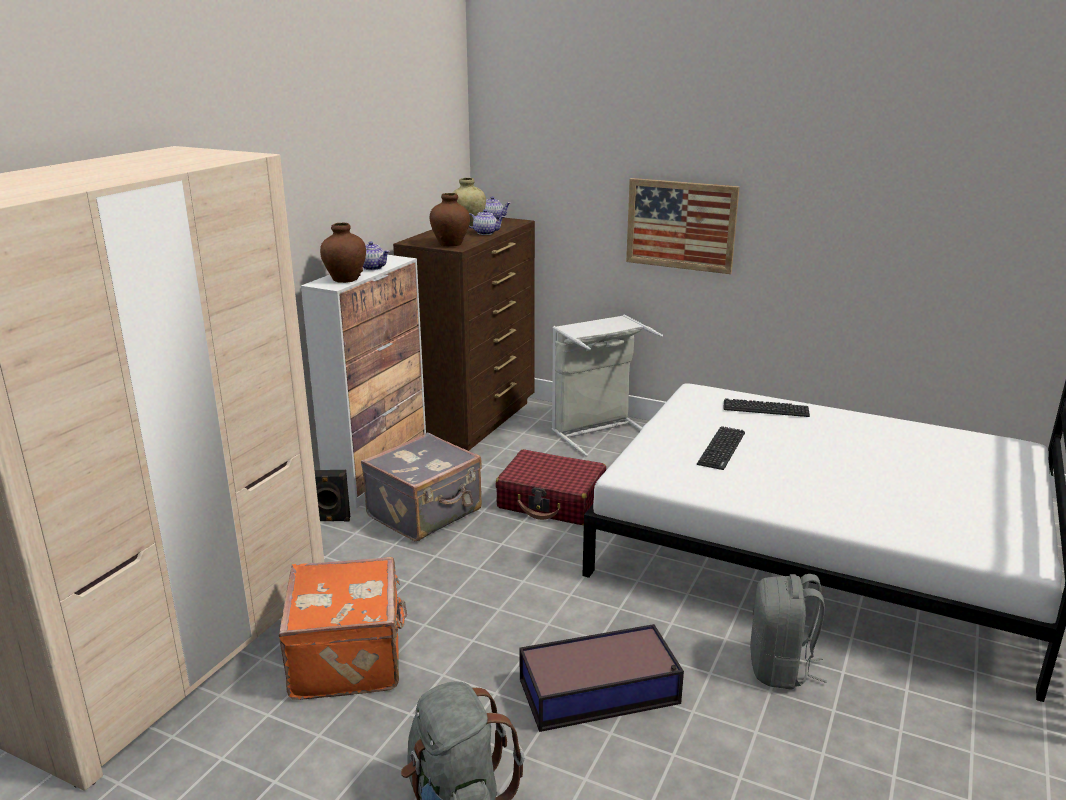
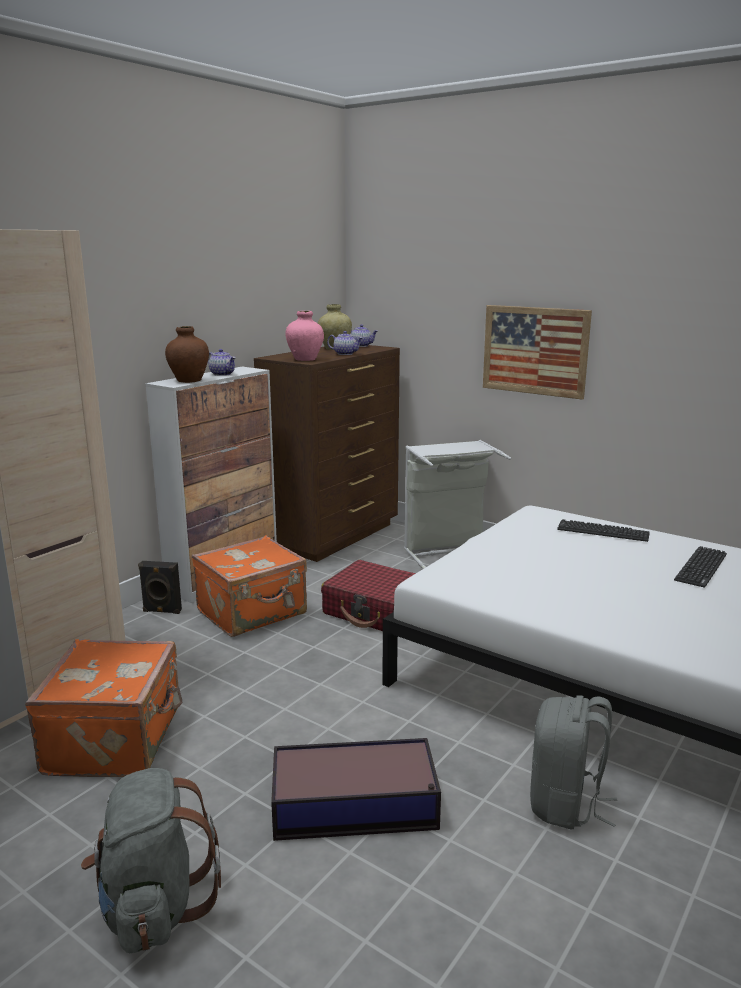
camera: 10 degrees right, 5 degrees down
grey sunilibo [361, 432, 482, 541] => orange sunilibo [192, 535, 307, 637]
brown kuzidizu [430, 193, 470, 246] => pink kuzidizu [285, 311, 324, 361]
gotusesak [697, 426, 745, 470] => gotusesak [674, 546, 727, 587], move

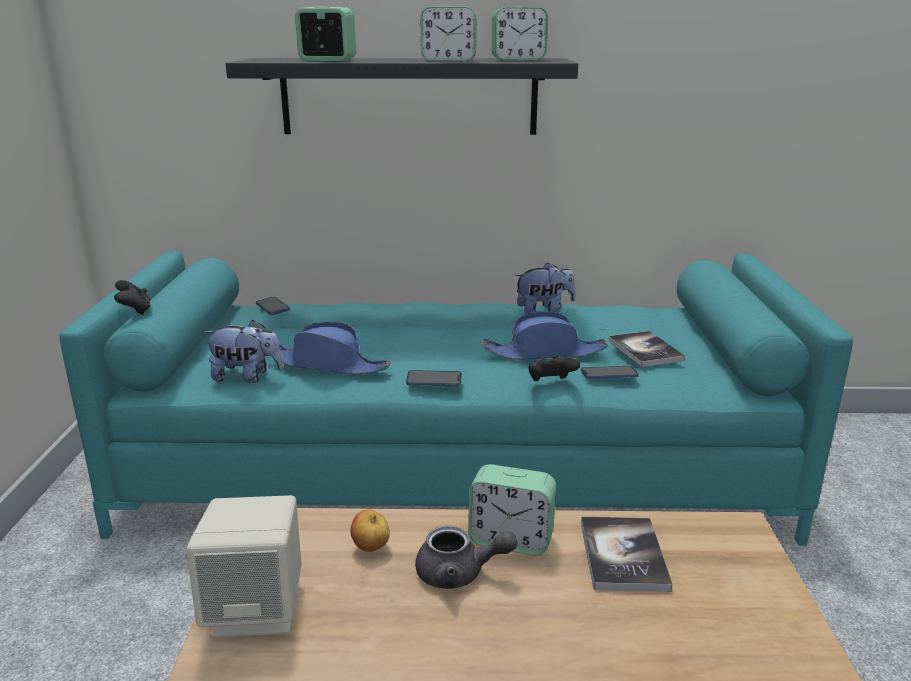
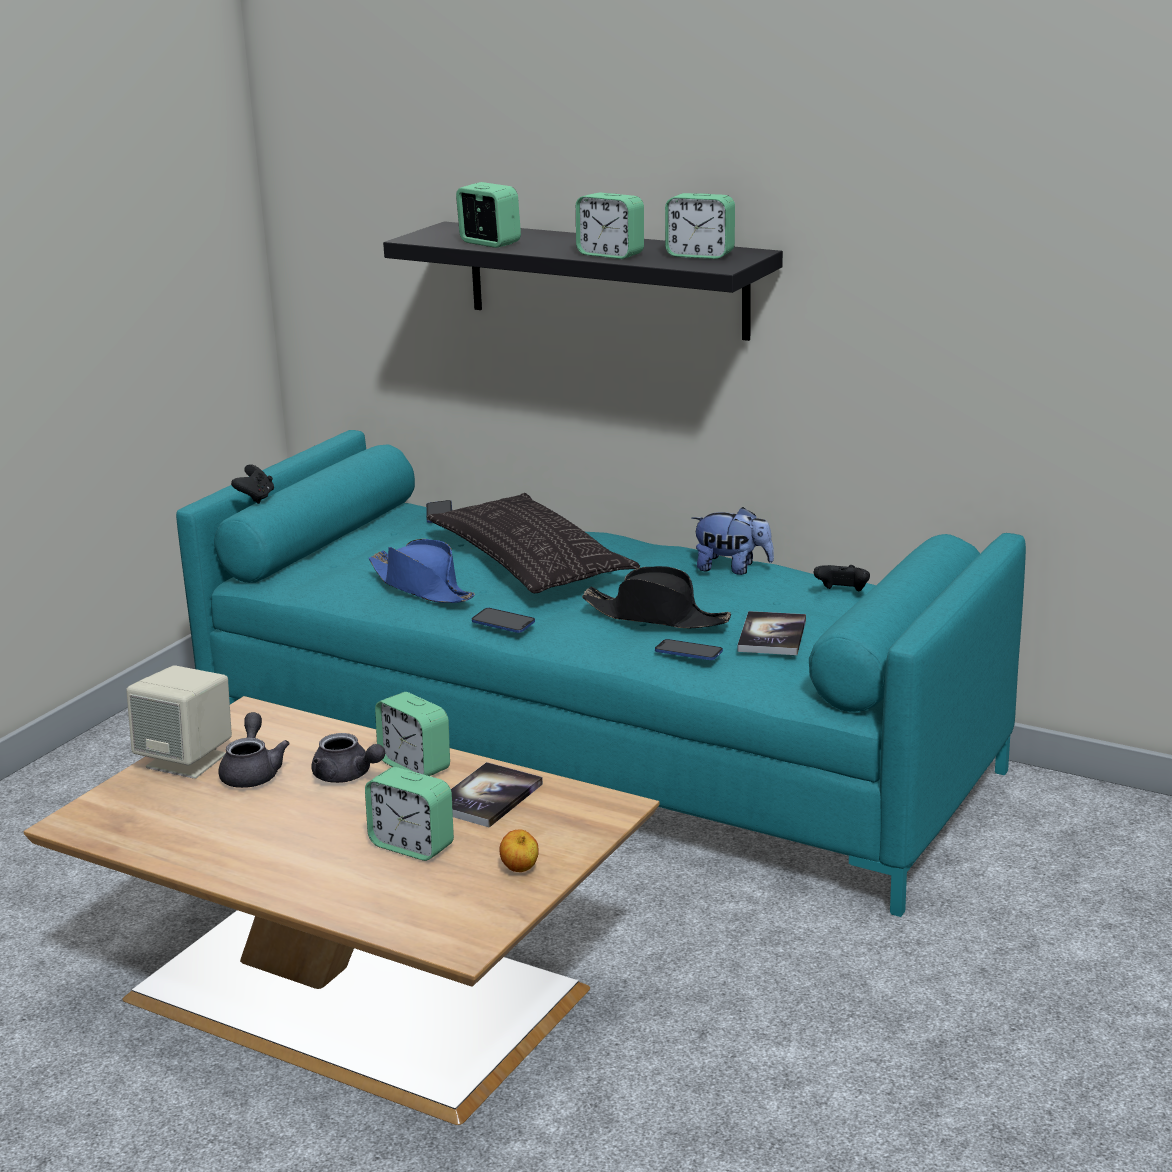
camera: 30 degrees right, 0 degrees up
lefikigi [204, 320, 284, 383] => nothing
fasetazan [350, 509, 390, 552] => fasetazan [499, 829, 539, 872], move
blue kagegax [481, 311, 608, 360] => black kagegax [582, 566, 731, 628]
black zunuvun [528, 356, 580, 381] => black zunuvun [814, 565, 870, 591], move
nothing => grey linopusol [218, 712, 290, 788]
nothing => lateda [365, 767, 454, 861]
nothing => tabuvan [427, 493, 640, 593]

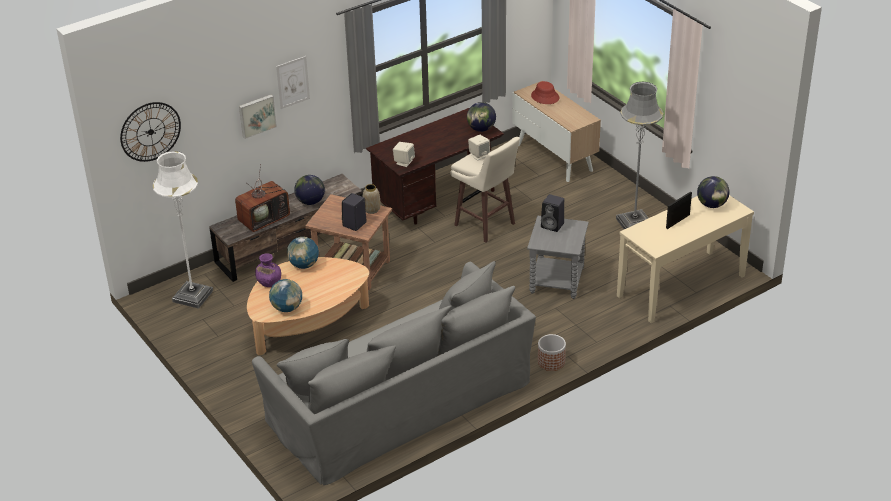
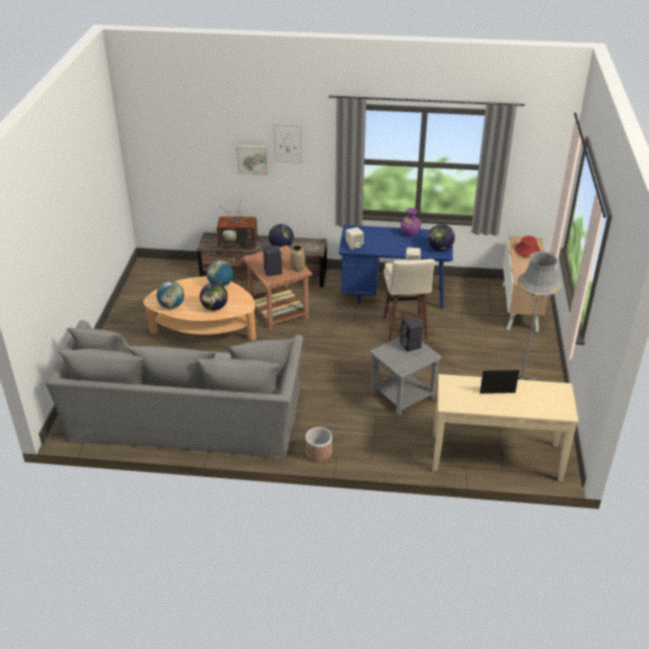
camera: 40 degrees right, 0 degrees up
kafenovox [120, 102, 181, 162] => nothing
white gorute [153, 151, 213, 309] => nothing
purple kuzidizu [255, 253, 281, 287] => purple kuzidizu [400, 208, 421, 236], move
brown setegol [366, 108, 504, 225] => blue setegol [338, 225, 453, 309]
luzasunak [697, 176, 729, 208] => luzasunak [200, 283, 228, 311], move

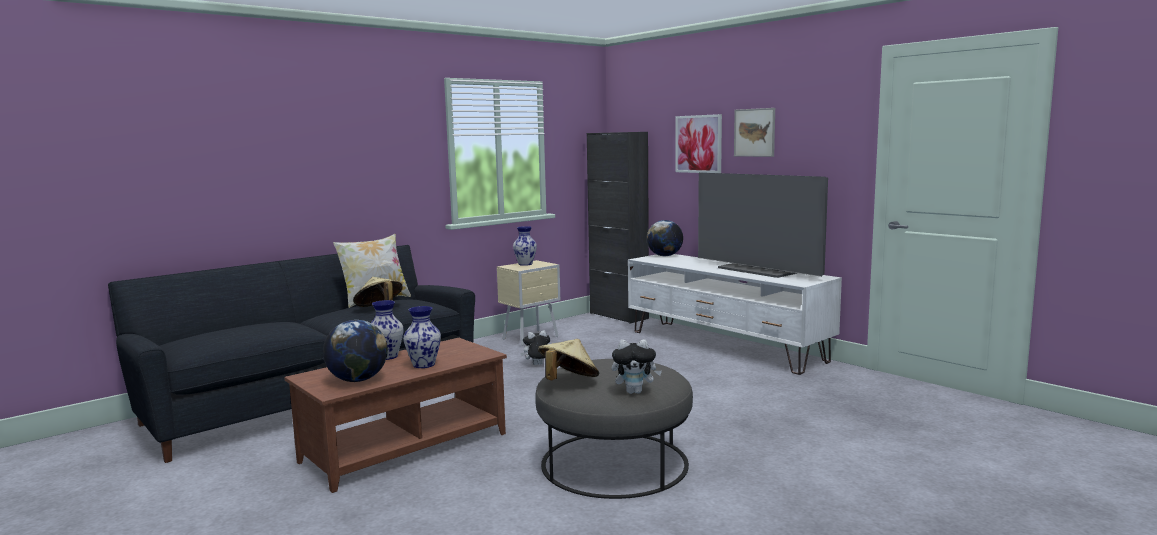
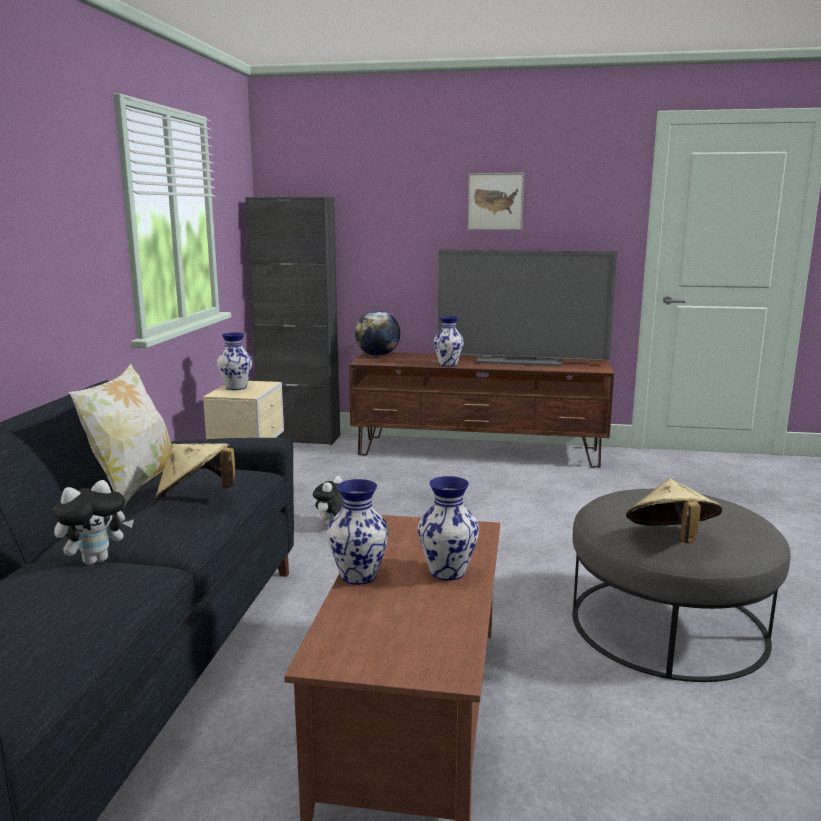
camera: 40 degrees left, 5 degrees up
luzasunak [323, 320, 388, 382] => nothing
lefikigi [612, 339, 662, 394] => lefikigi [53, 480, 134, 565], move
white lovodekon [628, 254, 842, 375] => brown lovodekon [349, 352, 614, 468]
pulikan [675, 114, 722, 173] => nothing
nothing => kuzidizu [434, 316, 464, 367]

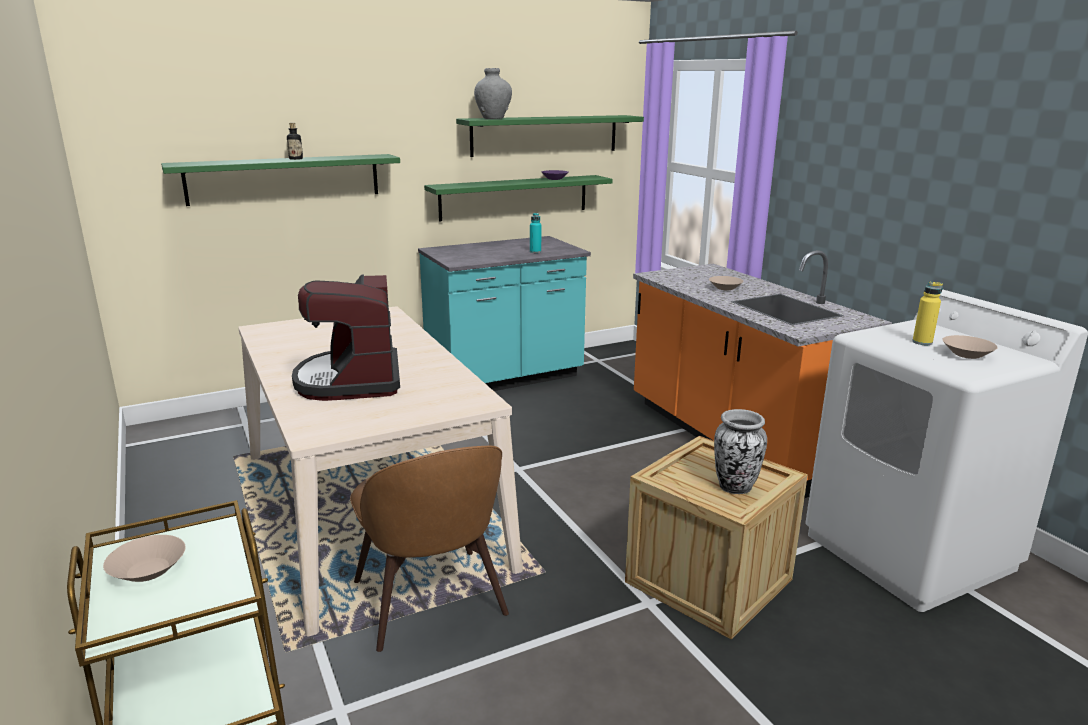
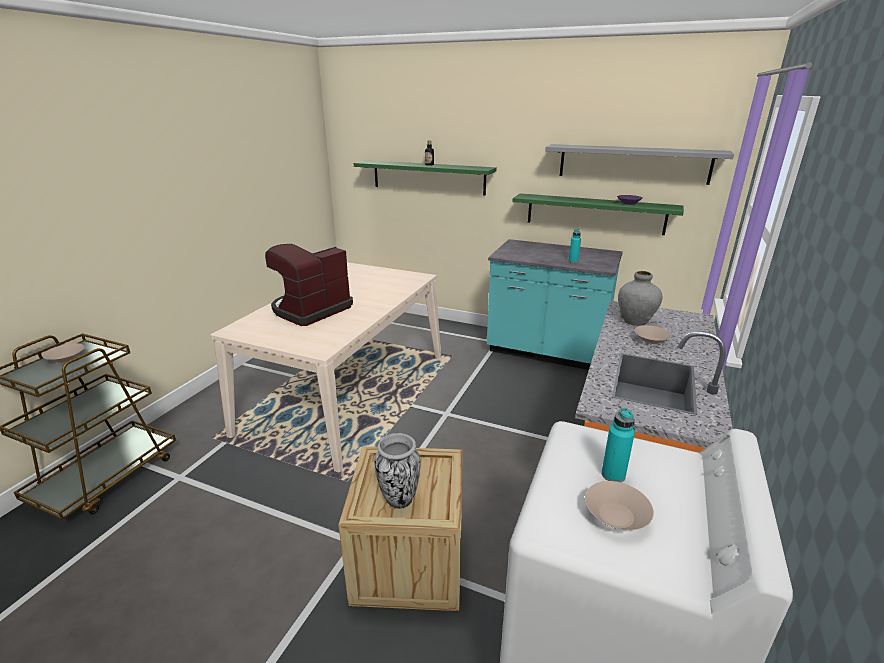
camera: 50 degrees right, 5 degrees up
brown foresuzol [350, 446, 509, 652] => nothing
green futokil [456, 115, 644, 157] => grey futokil [545, 144, 734, 185]
grey kuzidizu [474, 68, 512, 119] => grey kuzidizu [618, 271, 662, 326], move
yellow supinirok [912, 281, 943, 345] => turquoise supinirok [601, 408, 635, 482]

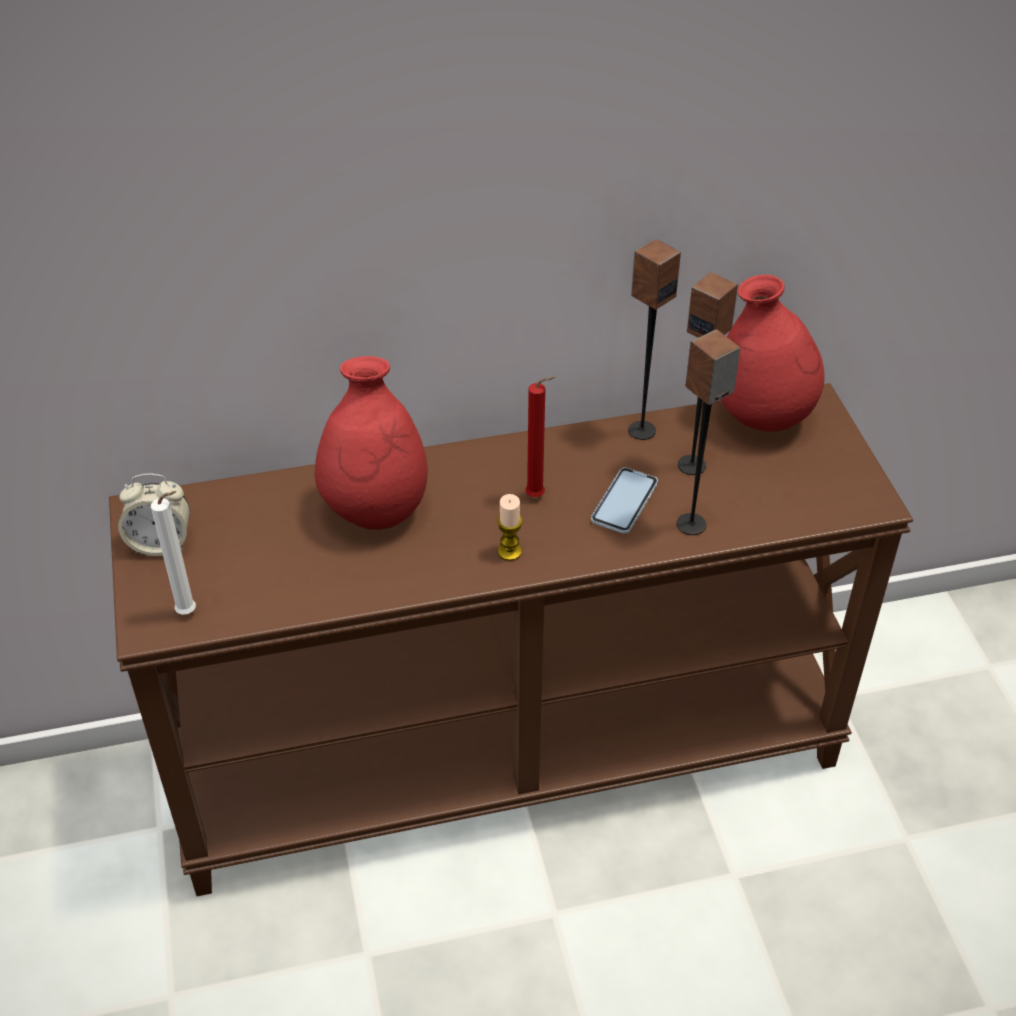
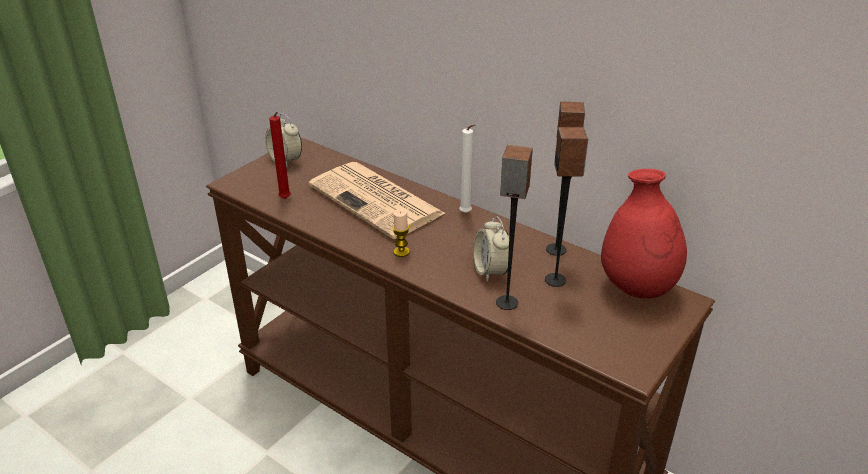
camera: 50 degrees right, 10 degrees down
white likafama [151, 491, 196, 615] => white likafama [459, 124, 475, 213], move
red kuzidizu [315, 356, 428, 529] => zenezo [309, 162, 446, 239]
red likafama [525, 376, 555, 497] => red likafama [269, 112, 291, 199], move
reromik [591, 468, 658, 534] => lateda [473, 217, 509, 282]

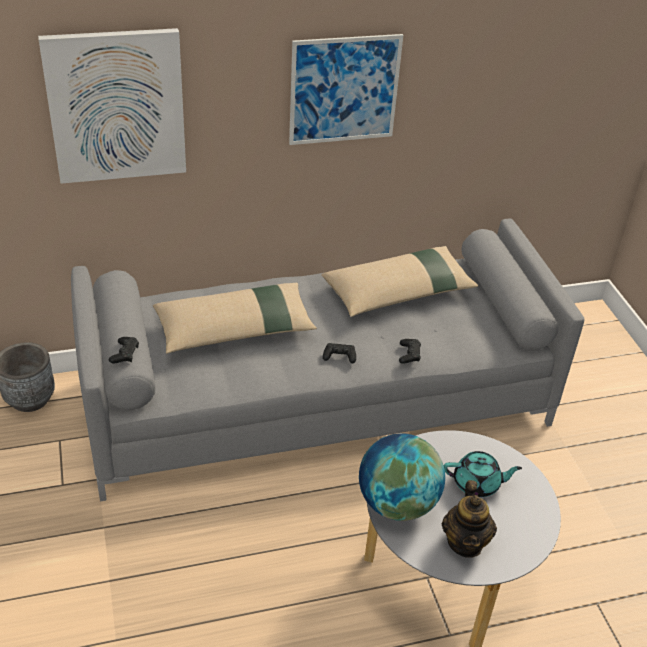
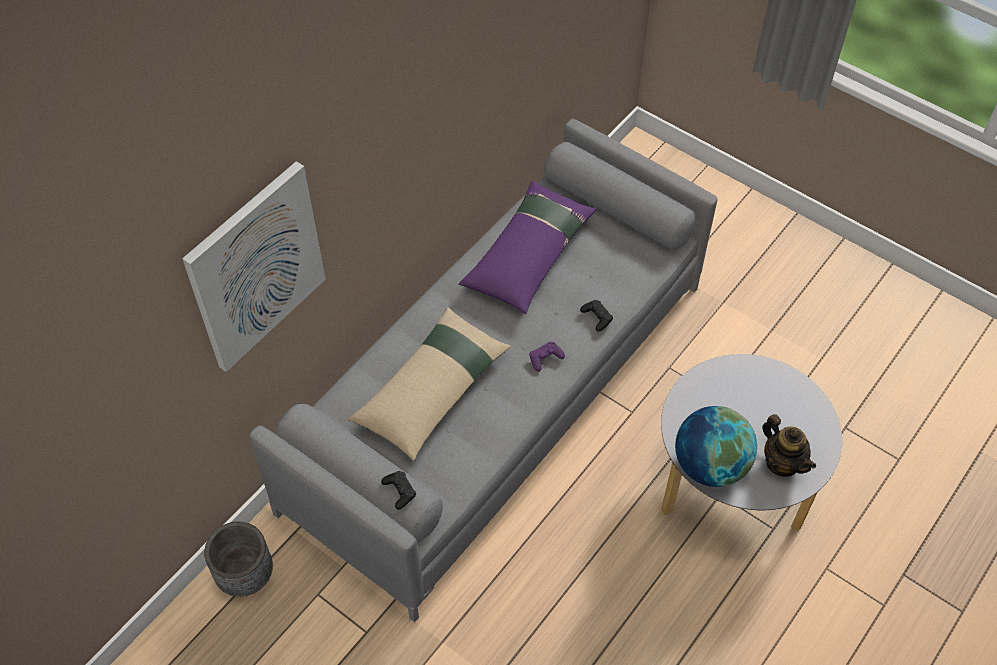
camera: 35 degrees left, 15 degrees up
pulikan [289, 34, 403, 145] => nothing
beige tabuvan [321, 246, 478, 317] => purple tabuvan [459, 181, 596, 314]
black zunuvun [323, 343, 356, 363] => purple zunuvun [529, 342, 565, 372]
turquoise linopusol [444, 451, 522, 497] => nothing

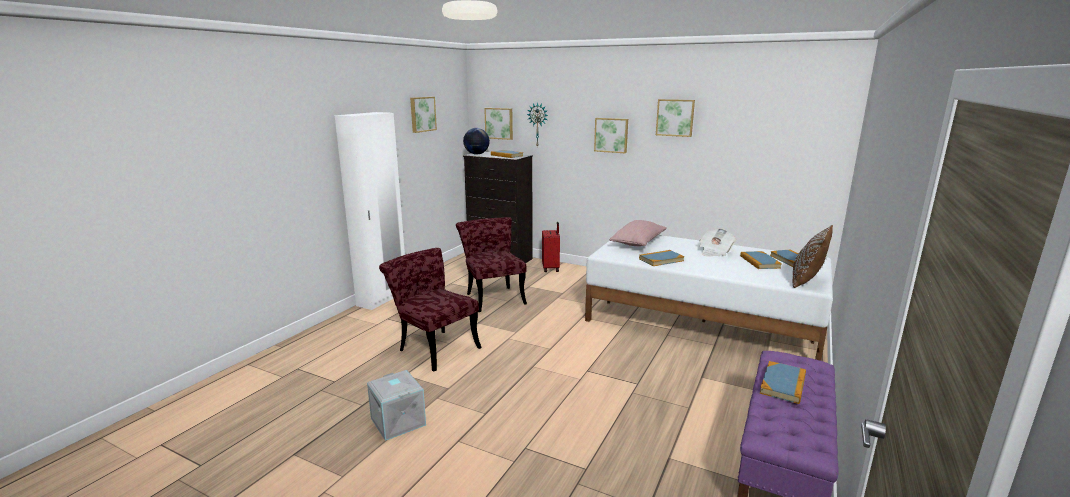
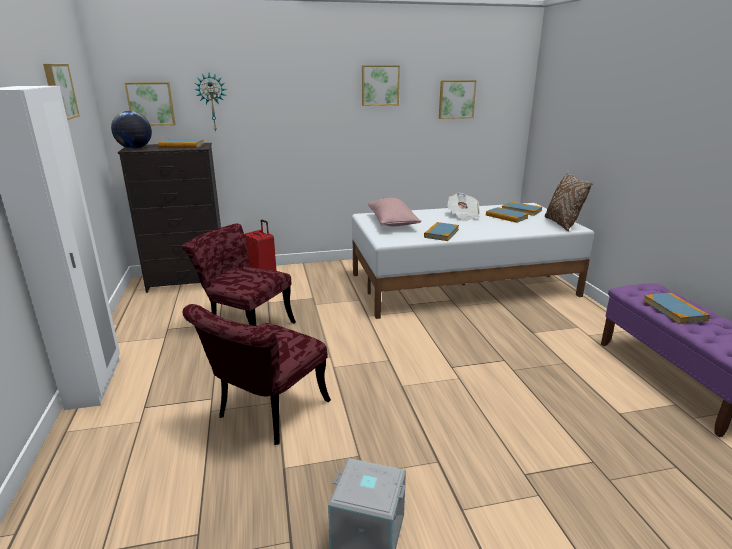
camera: 40 degrees left, 5 degrees up
red foresuzol [379, 248, 482, 372] => red foresuzol [183, 304, 331, 445], 60 degrees counterclockwise
pulikan [594, 118, 628, 153] => pulikan [439, 80, 477, 119], move

